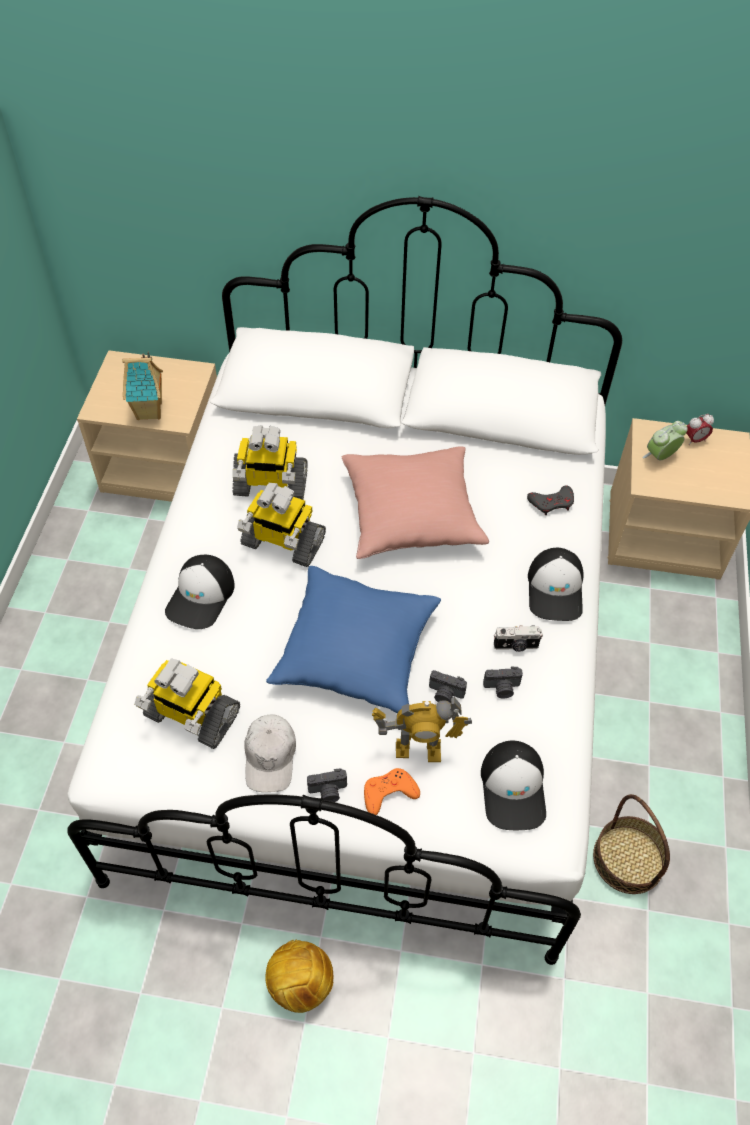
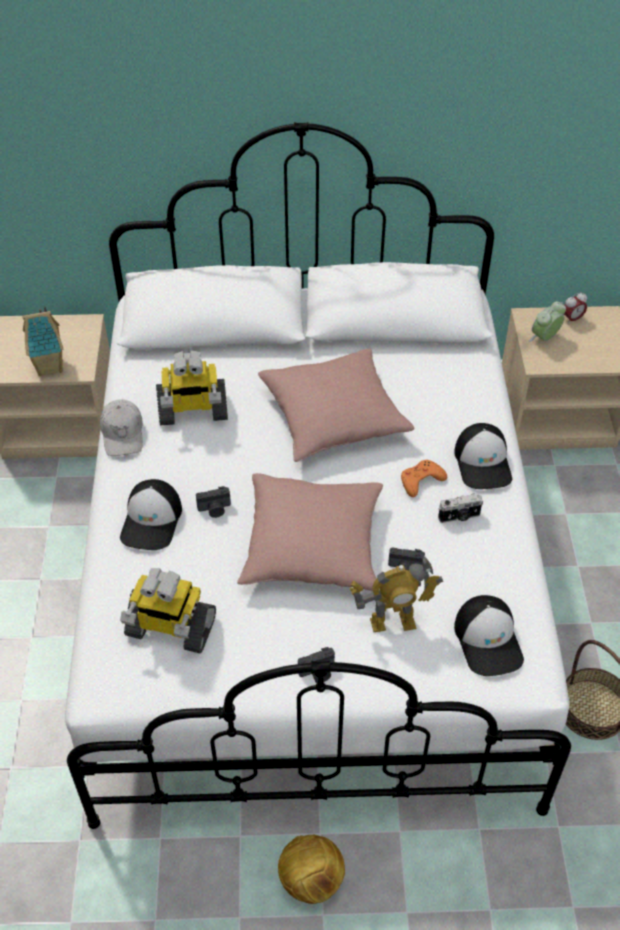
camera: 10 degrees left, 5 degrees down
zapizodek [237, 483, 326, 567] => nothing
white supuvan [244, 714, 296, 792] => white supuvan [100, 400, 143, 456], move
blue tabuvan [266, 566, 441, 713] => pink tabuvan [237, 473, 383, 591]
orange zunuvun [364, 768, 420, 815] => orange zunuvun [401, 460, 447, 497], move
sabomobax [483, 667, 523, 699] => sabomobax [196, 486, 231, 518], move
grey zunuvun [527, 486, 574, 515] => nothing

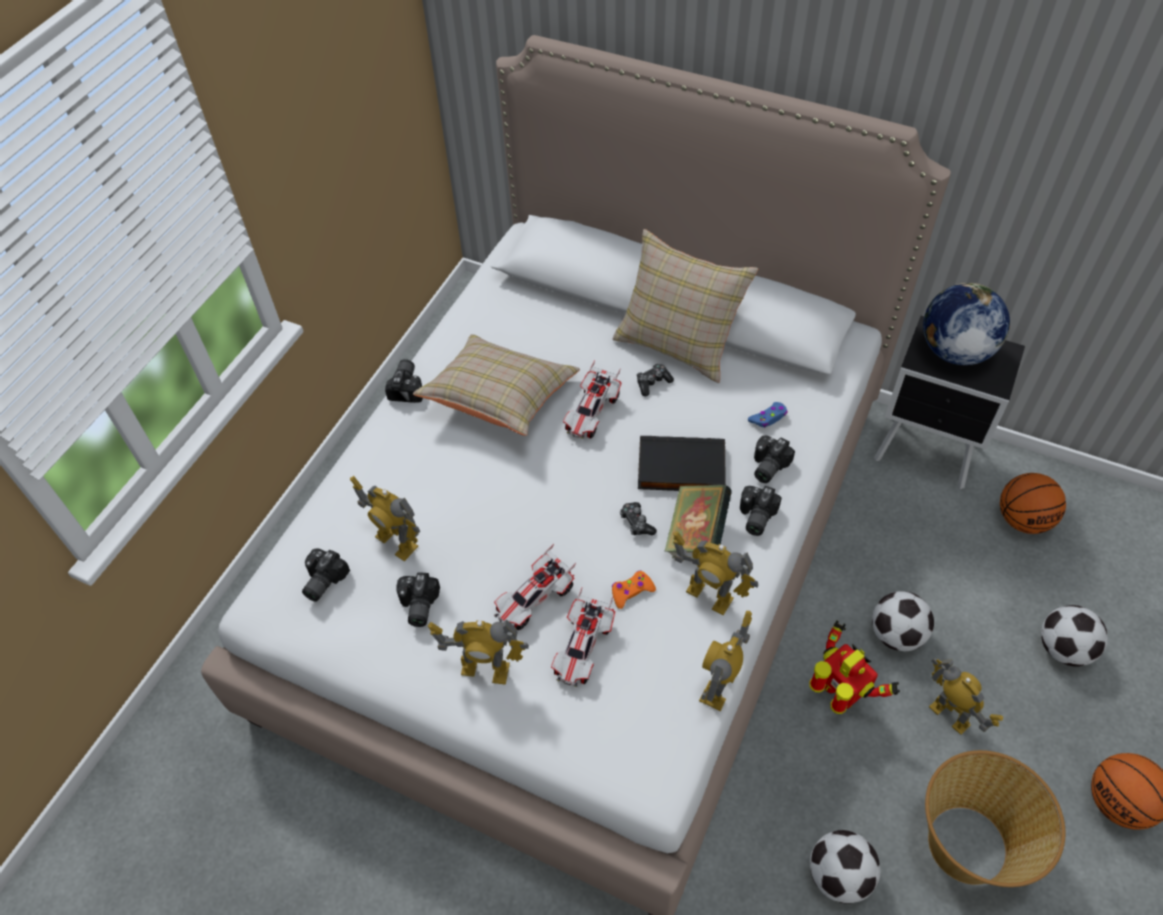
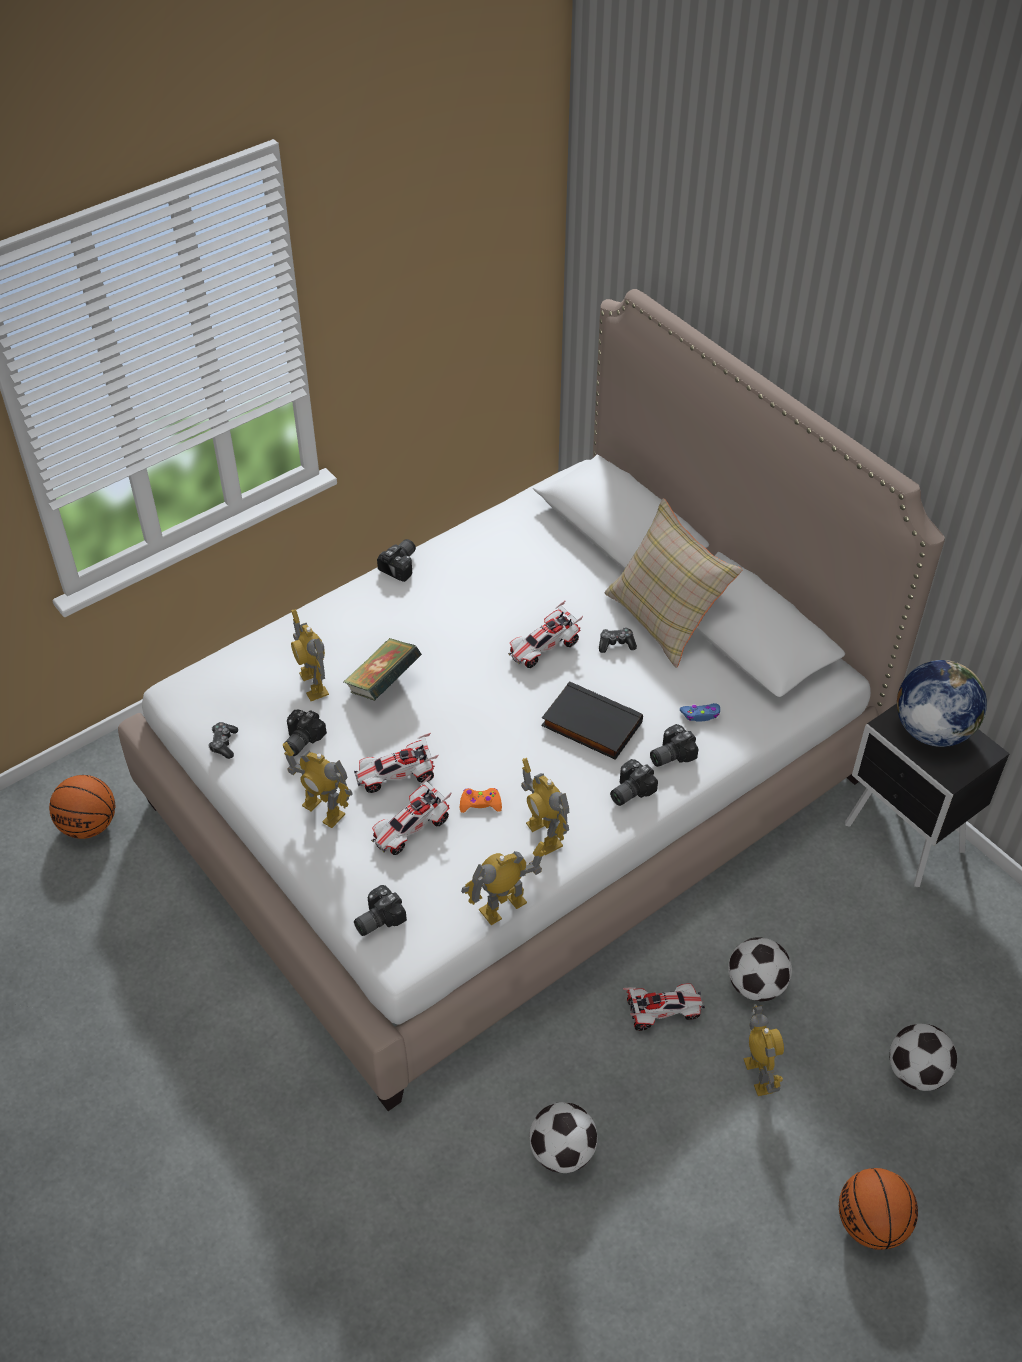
camera: 25 degrees right, 5 degrees down
sabomobax [302, 548, 350, 602] => sabomobax [354, 885, 407, 936], move
beige tabuvan [413, 334, 580, 436] => nothing
zunuvun [620, 502, 657, 535] => zunuvun [208, 722, 238, 759], move
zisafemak [664, 484, 732, 558] => zisafemak [343, 638, 422, 701], move
zapizodek [809, 620, 900, 714] => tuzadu [623, 983, 705, 1031]
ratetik [925, 750, 1065, 887] => nothing
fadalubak [1000, 473, 1066, 534] => fadalubak [49, 775, 115, 839], move

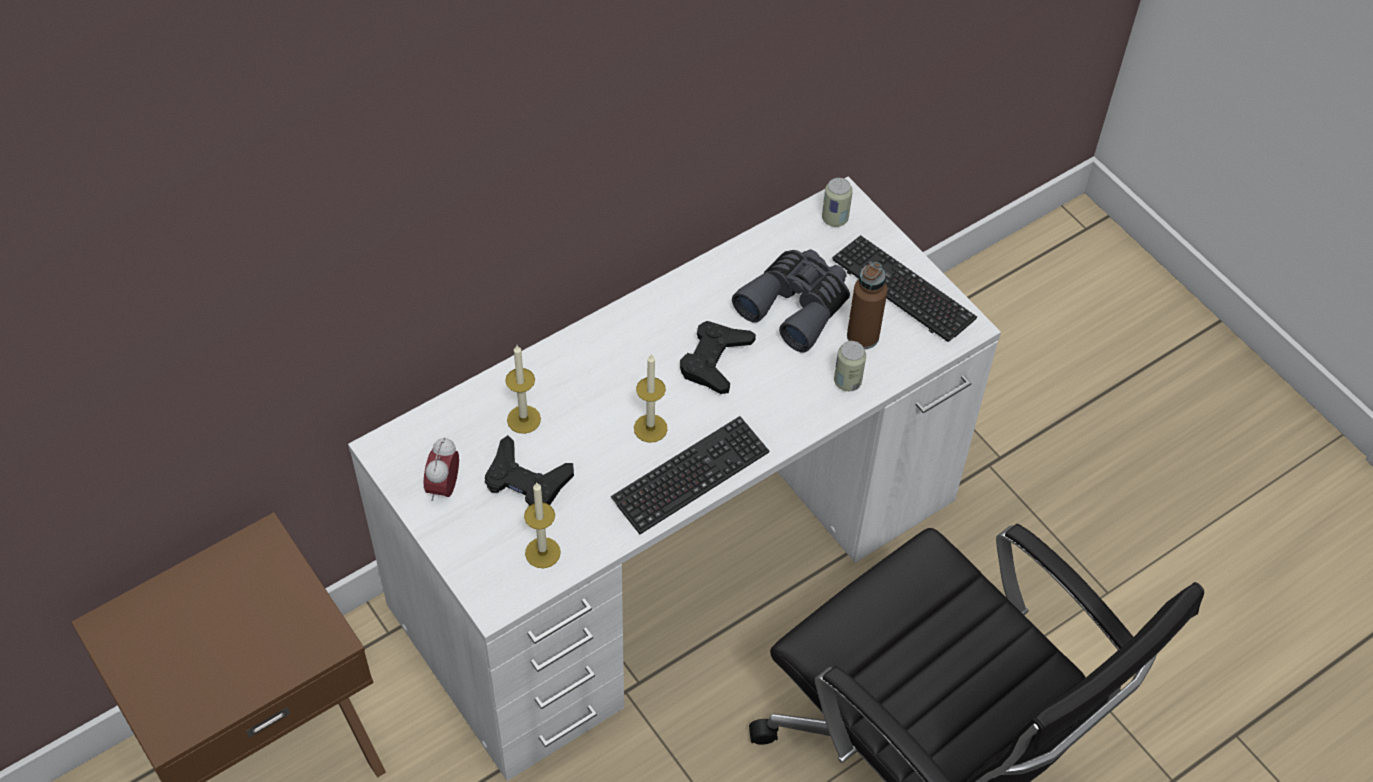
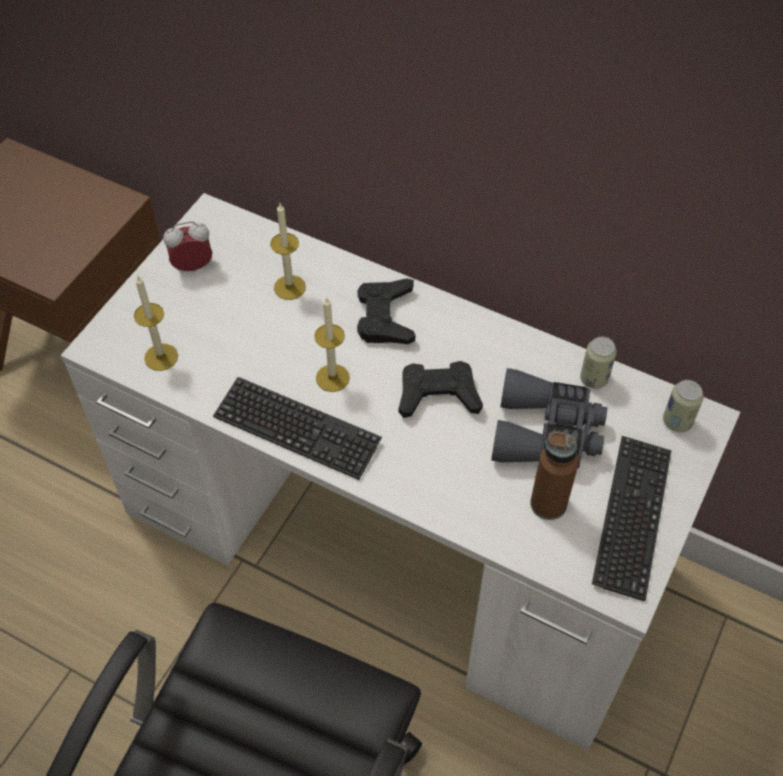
camera: 65 degrees right, 0 degrees up
black zunuvun [485, 435, 574, 506] => black zunuvun [357, 278, 415, 344], move
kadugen [834, 341, 866, 391] => kadugen [580, 336, 617, 389], move

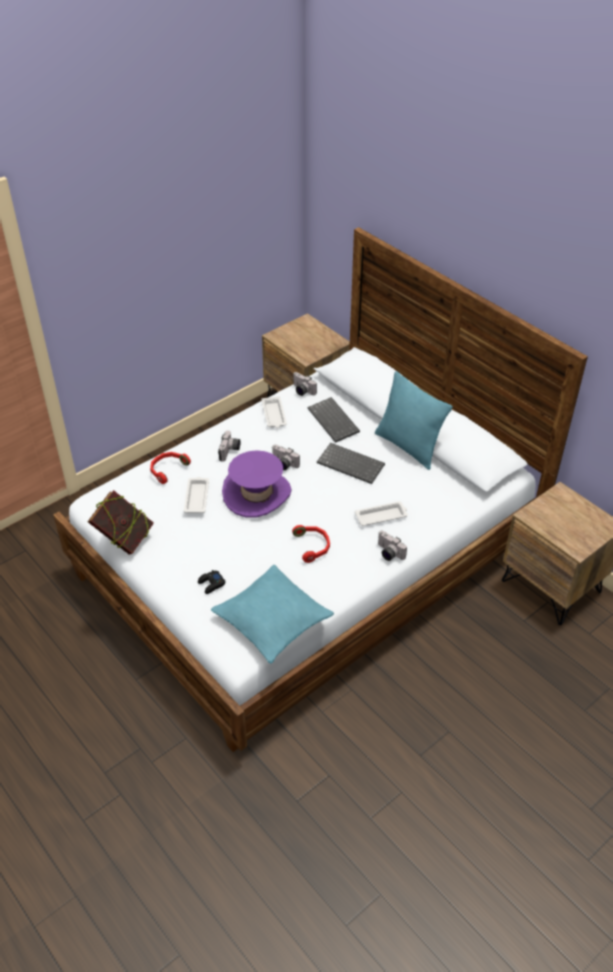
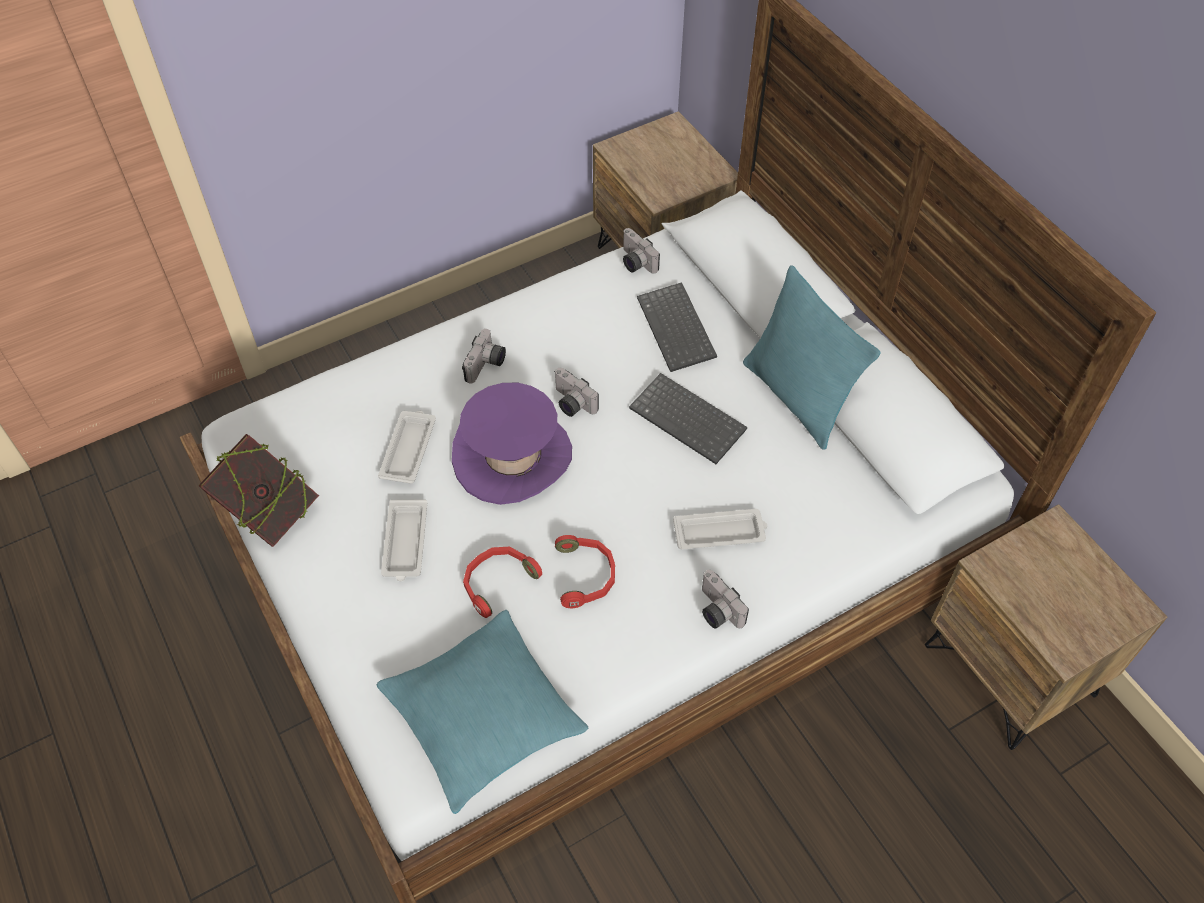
camera: 10 degrees right, 10 degrees up
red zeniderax [150, 452, 191, 484] => red zeniderax [463, 547, 542, 618], move
black zunuvun [198, 570, 225, 594] => nothing
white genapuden [261, 396, 287, 428] => white genapuden [381, 499, 427, 581], move

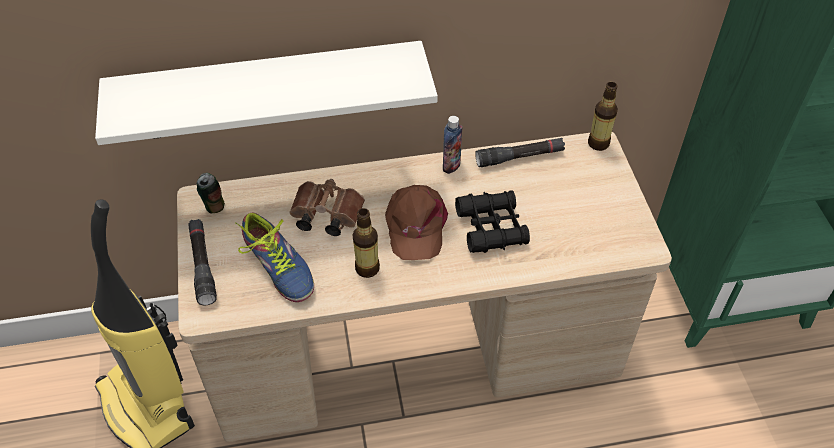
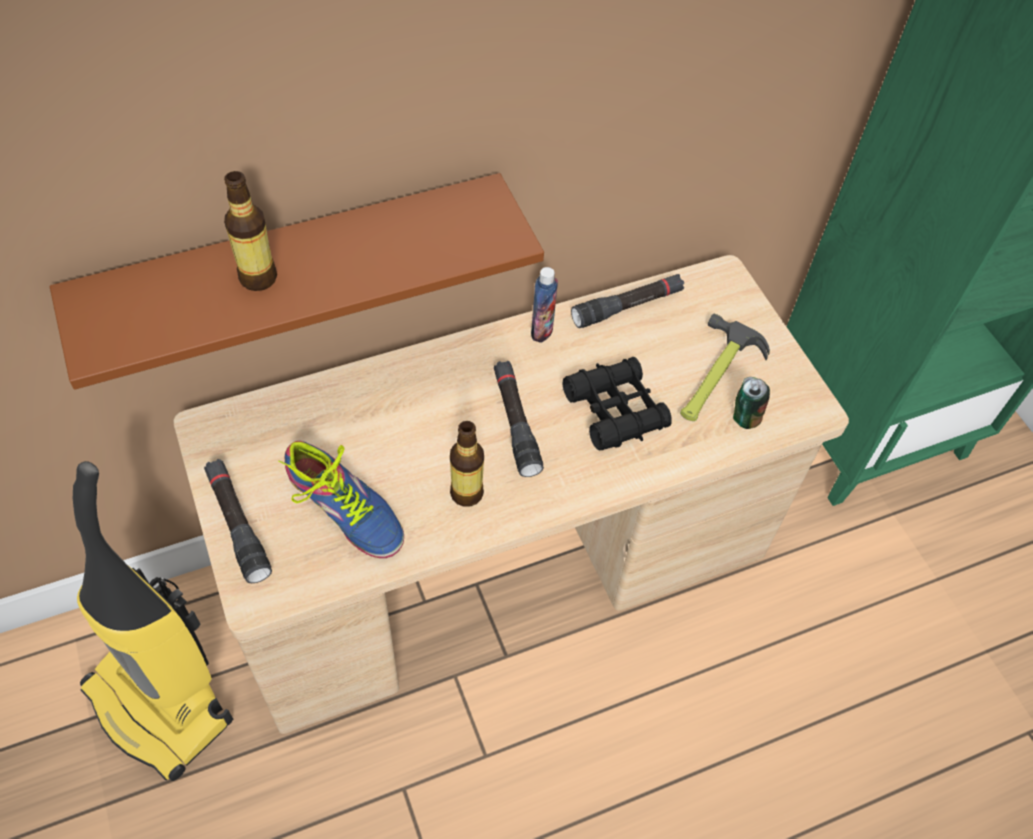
camera: 15 degrees left, 5 degrees up
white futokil [95, 41, 438, 145] => brown futokil [50, 173, 544, 390]
kadugen [197, 173, 225, 213] => kadugen [733, 377, 770, 429], move
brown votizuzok [290, 179, 365, 236] => nothing
brown supuvan [385, 185, 448, 260] => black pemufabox [494, 361, 544, 477]
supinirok [588, 82, 618, 151] => supinirok [224, 171, 277, 291], move
nothing => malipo [680, 313, 770, 421]

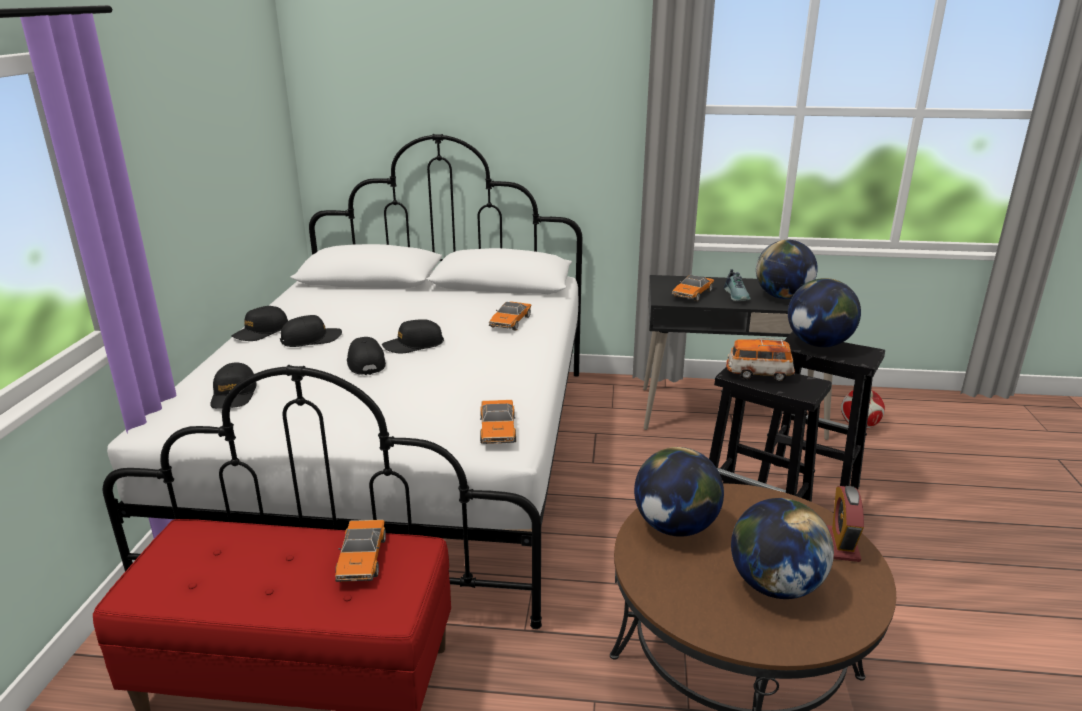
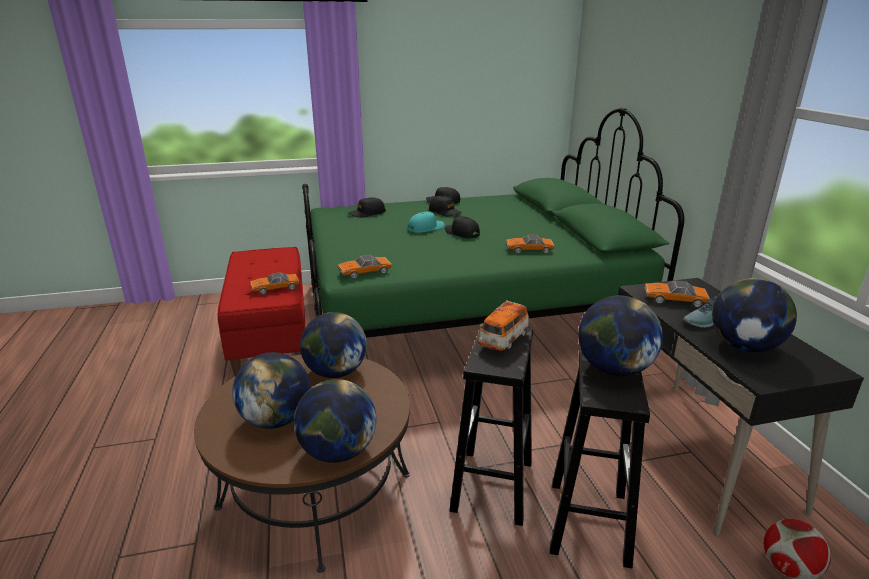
camera: 70 degrees right, 0 degrees up
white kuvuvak [103, 134, 583, 629] => green kuvuvak [302, 108, 684, 338]
black supuvan [347, 337, 386, 375] => turquoise supuvan [408, 212, 444, 233]
tuzadu [726, 338, 795, 382] => tuzadu [478, 300, 529, 351], 135 degrees counterclockwise
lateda [827, 486, 864, 562] => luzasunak [294, 379, 376, 463]

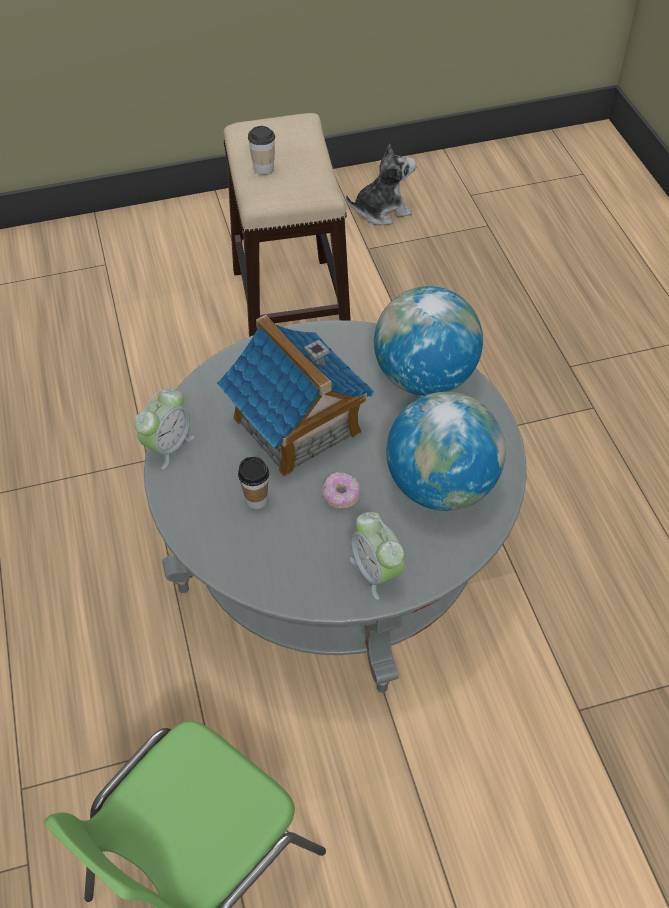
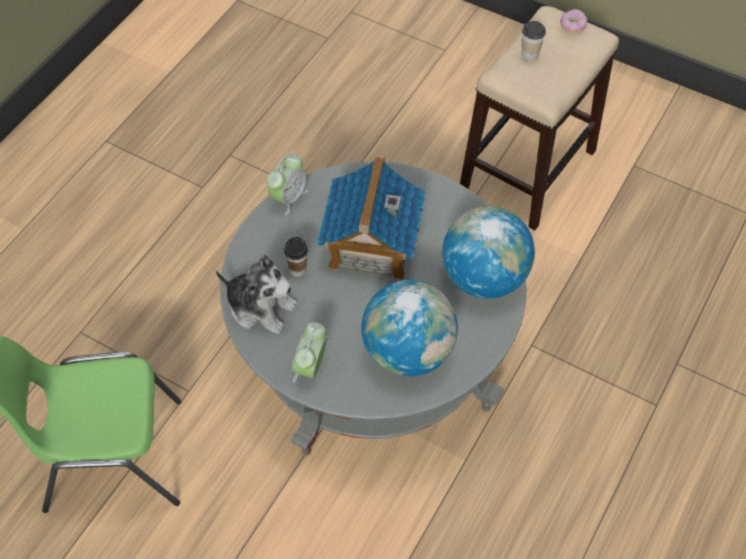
camera: 45 degrees right, 5 degrees up
lateda [134, 388, 194, 469] => lateda [267, 154, 309, 216], 45 degrees counterclockwise
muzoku [323, 472, 360, 508] => muzoku [560, 9, 587, 34], move
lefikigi [346, 144, 417, 225] => lefikigi [216, 255, 298, 334], move

